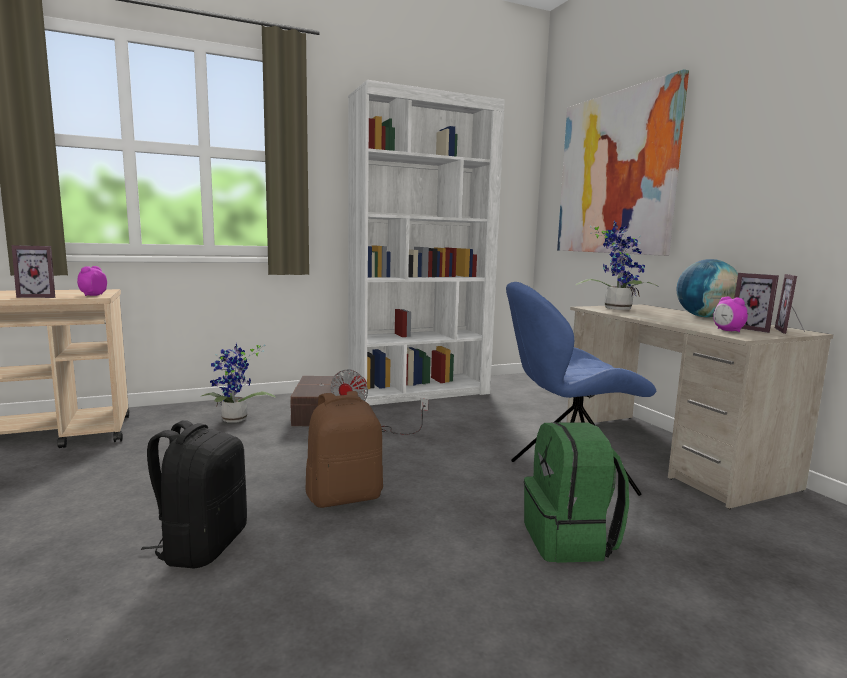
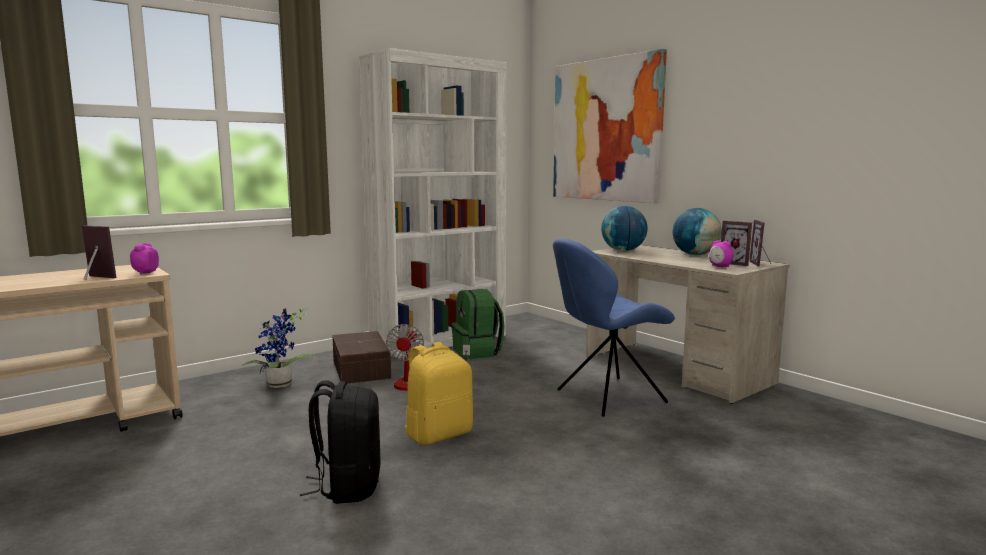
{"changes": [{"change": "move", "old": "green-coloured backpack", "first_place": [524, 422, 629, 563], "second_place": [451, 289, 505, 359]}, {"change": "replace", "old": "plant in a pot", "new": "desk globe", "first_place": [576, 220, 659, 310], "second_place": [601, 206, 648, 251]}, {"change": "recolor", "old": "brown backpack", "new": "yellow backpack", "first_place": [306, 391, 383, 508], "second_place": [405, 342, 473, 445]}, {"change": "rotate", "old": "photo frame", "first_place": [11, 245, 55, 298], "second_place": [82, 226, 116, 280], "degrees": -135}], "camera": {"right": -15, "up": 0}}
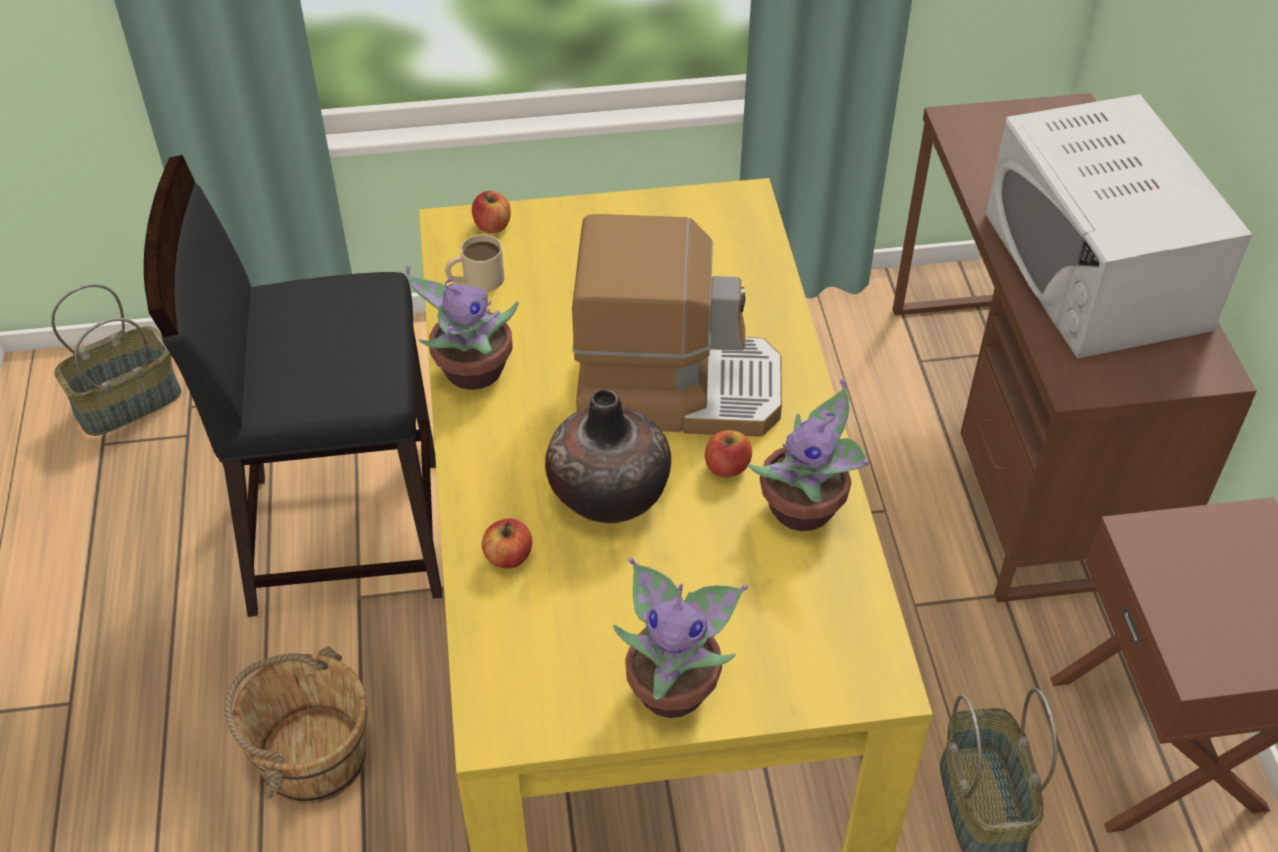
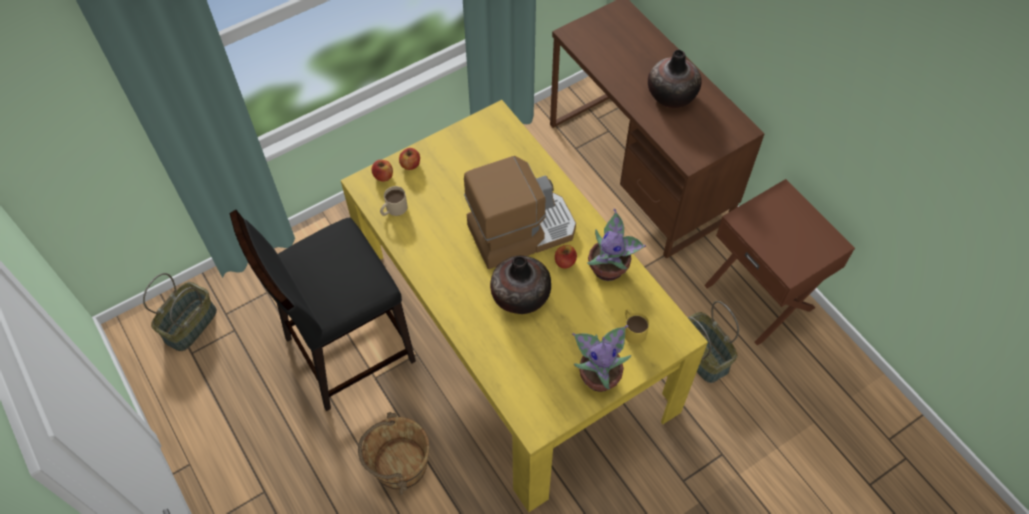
{"changes": [{"change": "delete", "old": "plant in a pot", "first_place": [406, 265, 519, 390]}, {"change": "insert", "new": "yellow tea mug", "second_place": [625, 309, 649, 344]}, {"change": "move", "old": "apple fruit", "first_place": [482, 518, 532, 568], "second_place": [399, 148, 420, 170]}, {"change": "replace", "old": "white-coloured kitchen microwave", "new": "decorative vase", "first_place": [986, 94, 1252, 358], "second_place": [648, 50, 702, 108]}], "camera": {"right": -25, "up": 10}}
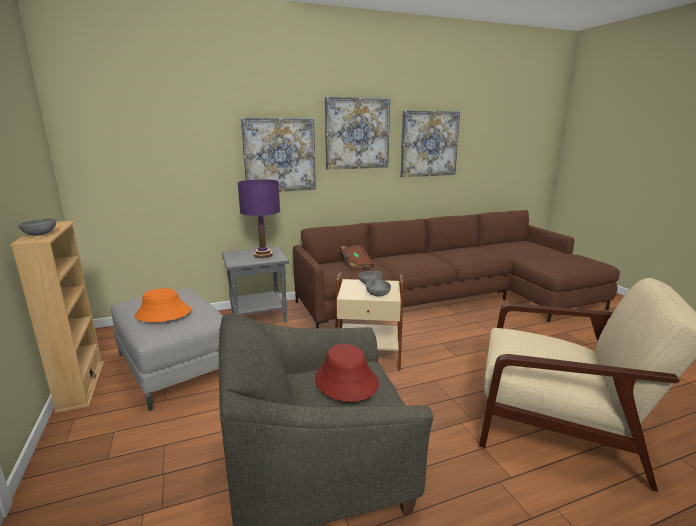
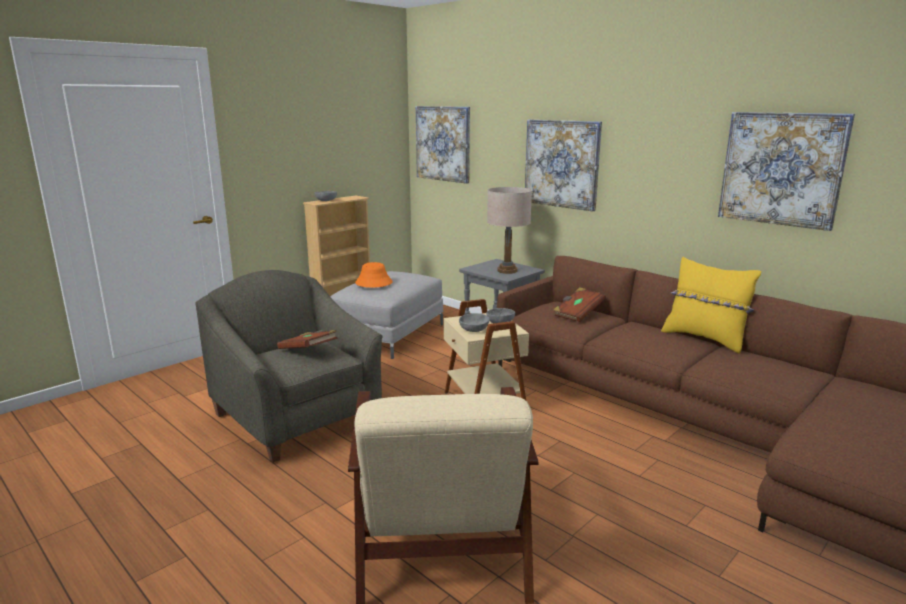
{"changes": [{"change": "insert", "new": "yellow throw pillow", "second_place": [661, 257, 761, 354]}, {"change": "move", "old": "picture", "first_place": [325, 97, 390, 170], "second_place": [416, 106, 470, 184]}, {"change": "replace", "old": "reddish clothing hat", "new": "brown bound book", "first_place": [315, 344, 379, 402], "second_place": [277, 330, 338, 349]}, {"change": "recolor", "old": "purple-coloured lamp for a table", "new": "beige-coloured lamp for a table", "first_place": [237, 179, 280, 258], "second_place": [487, 187, 532, 274]}], "camera": {"right": 65, "up": 0}}
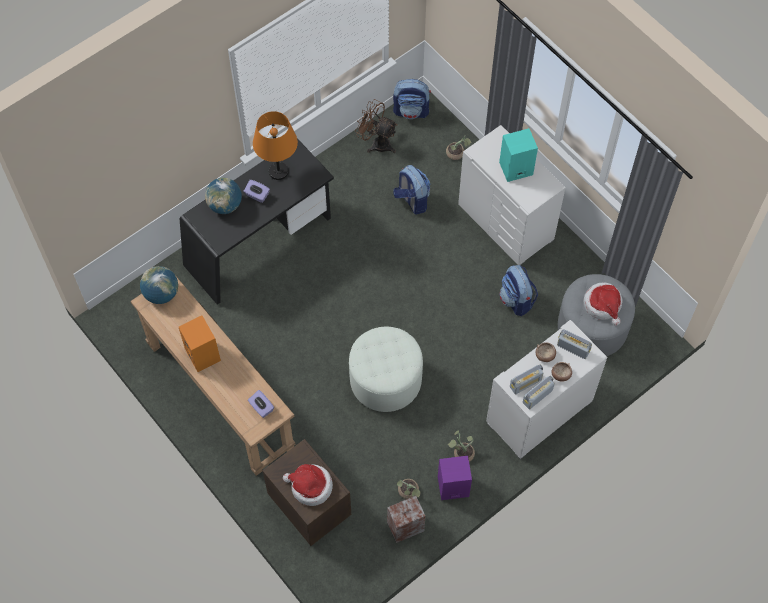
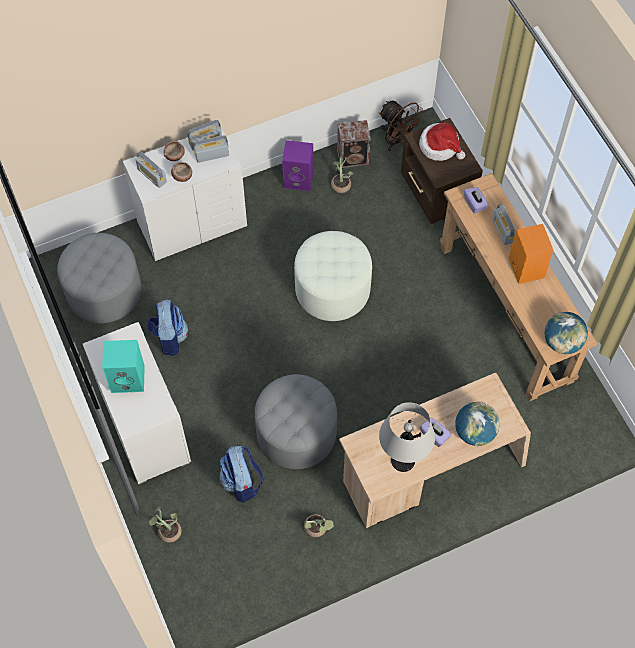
{"changes": [{"change": "delete", "old": "backpack", "first_place": [393, 79, 431, 119]}, {"change": "delete", "old": "clothing hat", "first_place": [583, 283, 622, 326]}, {"change": "insert", "new": "gray footrest", "second_place": [255, 374, 337, 469]}, {"change": "insert", "new": "radio set", "second_place": [492, 204, 516, 245]}, {"change": "move", "old": "brown electric fan", "first_place": [355, 99, 397, 153], "second_place": [379, 101, 425, 151]}, {"change": "move", "old": "plant in a pot", "first_place": [448, 431, 475, 462], "second_place": [304, 514, 334, 537]}, {"change": "recolor", "old": "black desk table", "new": "beige-coloured desk table", "first_place": [180, 138, 334, 304], "second_place": [339, 373, 531, 528]}, {"change": "recolor", "old": "orangey lamp for a table", "new": "gray lamp for a table", "first_place": [253, 111, 298, 180], "second_place": [379, 402, 435, 472]}], "camera": {"right": -165, "up": 0}}
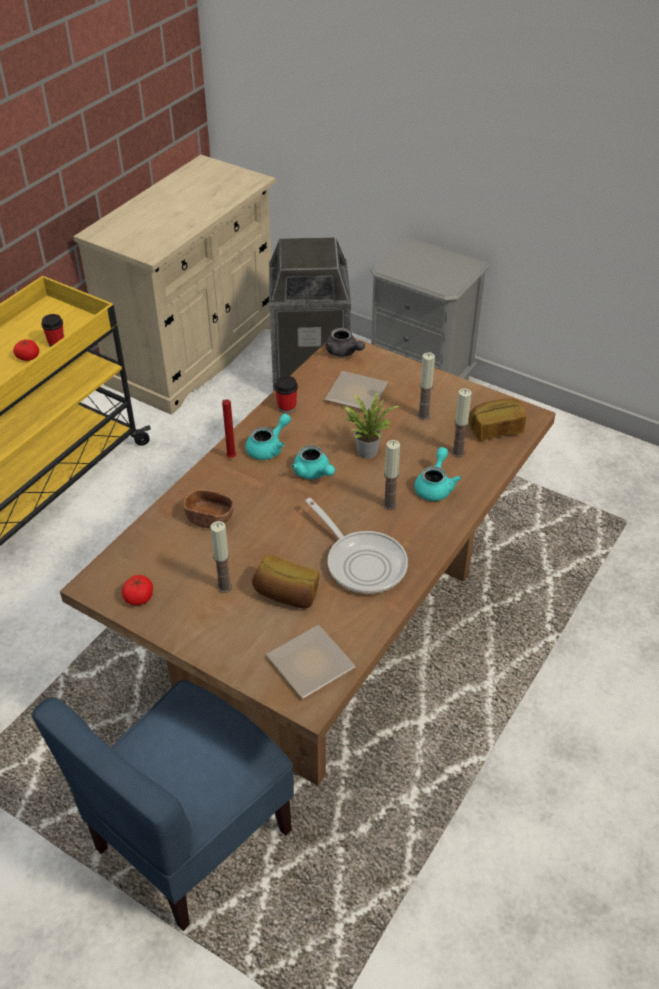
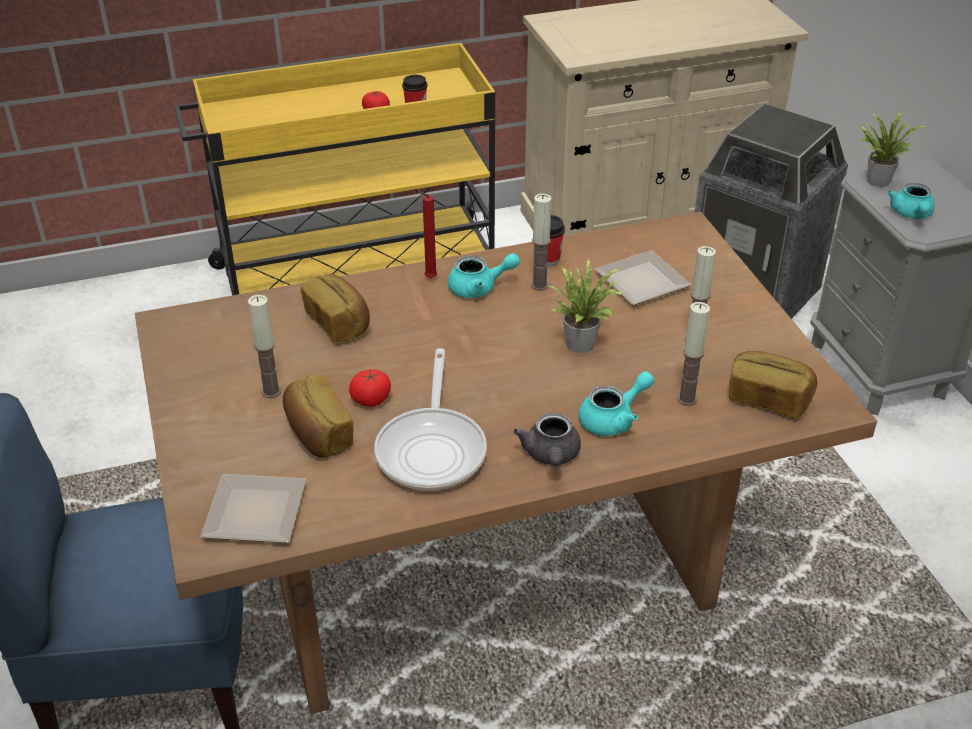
{"changes": [{"change": "insert", "new": "plant in a pot", "second_place": [860, 112, 926, 187]}, {"change": "move", "old": "tomato", "first_place": [122, 575, 153, 605], "second_place": [349, 369, 391, 407]}, {"change": "move", "old": "blue-green tea pot", "first_place": [291, 445, 335, 479], "second_place": [887, 183, 935, 219]}, {"change": "move", "old": "gray tea pot", "first_place": [326, 328, 365, 357], "second_place": [513, 413, 581, 466]}, {"change": "move", "old": "wax candle", "first_place": [383, 440, 400, 510], "second_place": [531, 194, 551, 291]}, {"change": "replace", "old": "brown deep dish", "new": "baked bread", "first_place": [183, 489, 234, 528], "second_place": [301, 274, 370, 342]}], "camera": {"right": 40, "up": -5}}
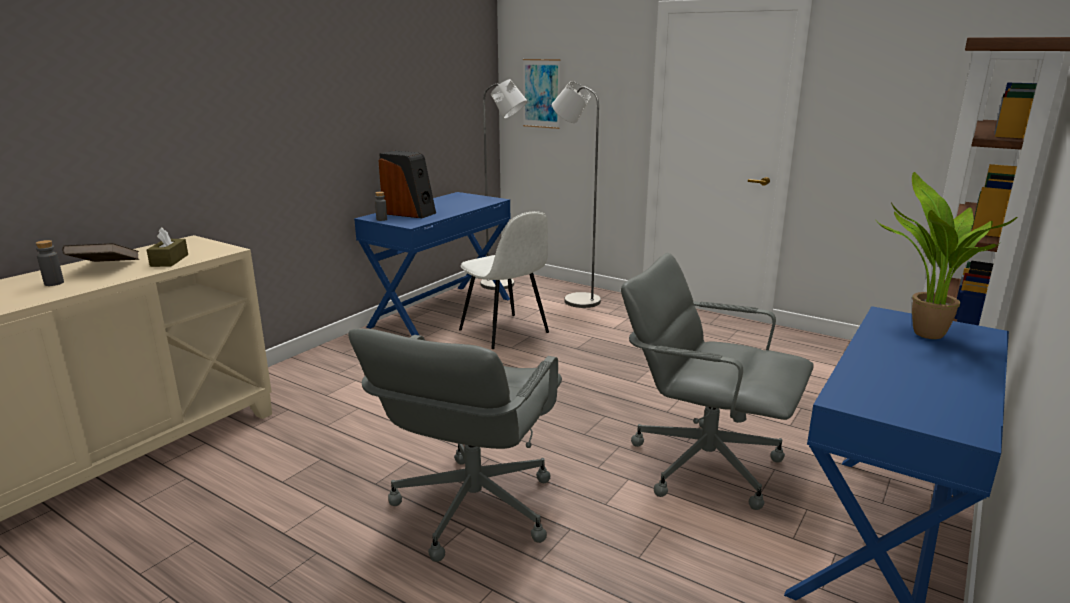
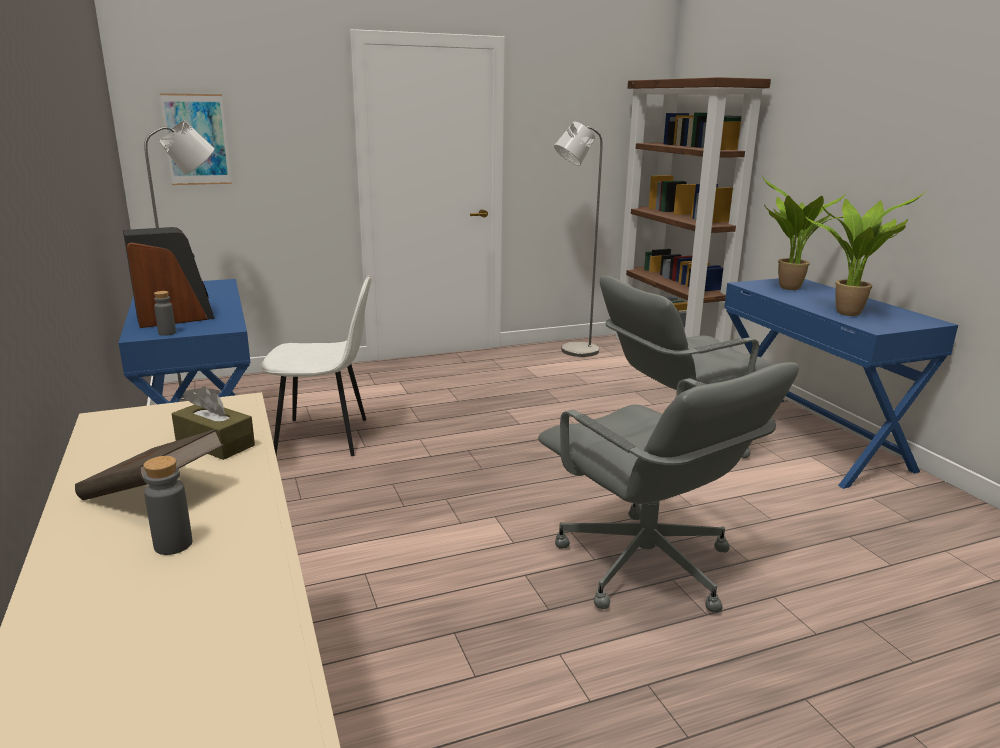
{"changes": [{"change": "insert", "new": "plant in a pot", "second_place": [805, 191, 926, 316]}, {"change": "move", "old": "gray standing lamp", "first_place": [552, 81, 601, 308], "second_place": [554, 122, 603, 357]}], "camera": {"right": -55, "up": 0}}
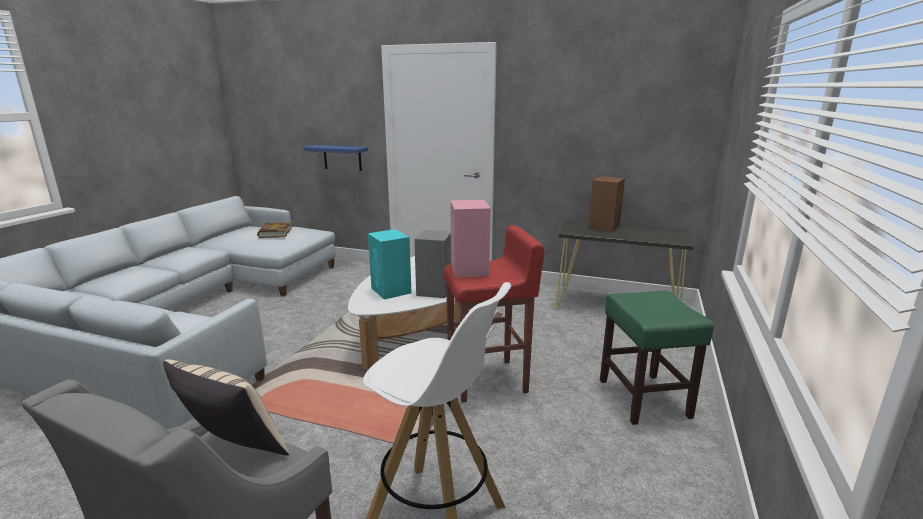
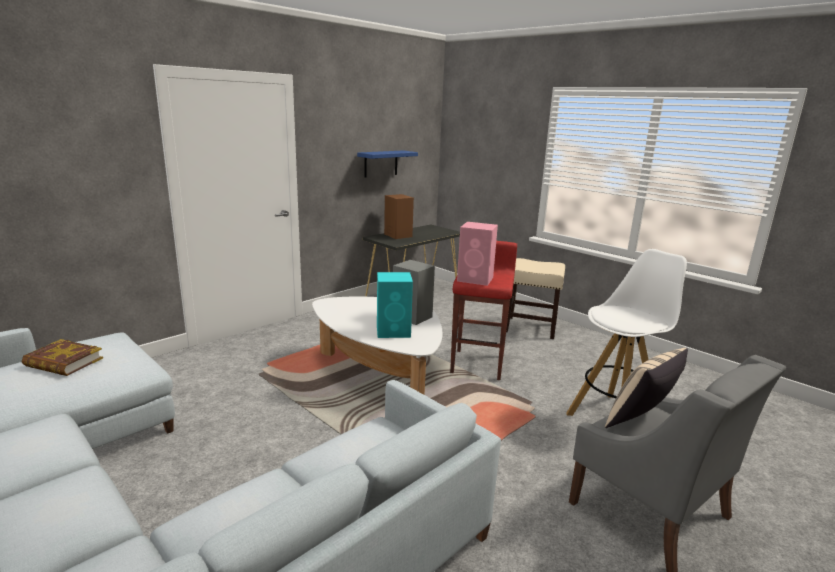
{"changes": [{"change": "move", "old": "blue-coloured bracket shelf", "first_place": [303, 145, 368, 171], "second_place": [357, 150, 418, 178]}, {"change": "recolor", "old": "green-coloured stool", "new": "beige-coloured stool", "first_place": [600, 290, 714, 425], "second_place": [506, 258, 565, 339]}], "camera": {"right": -65, "up": 0}}
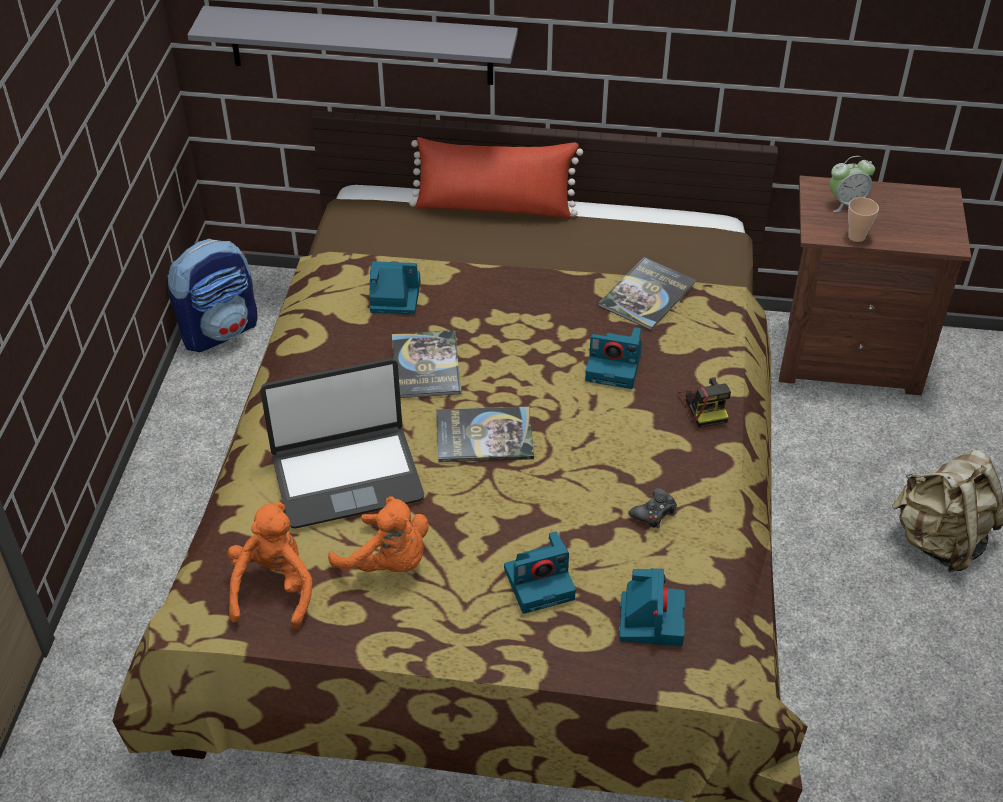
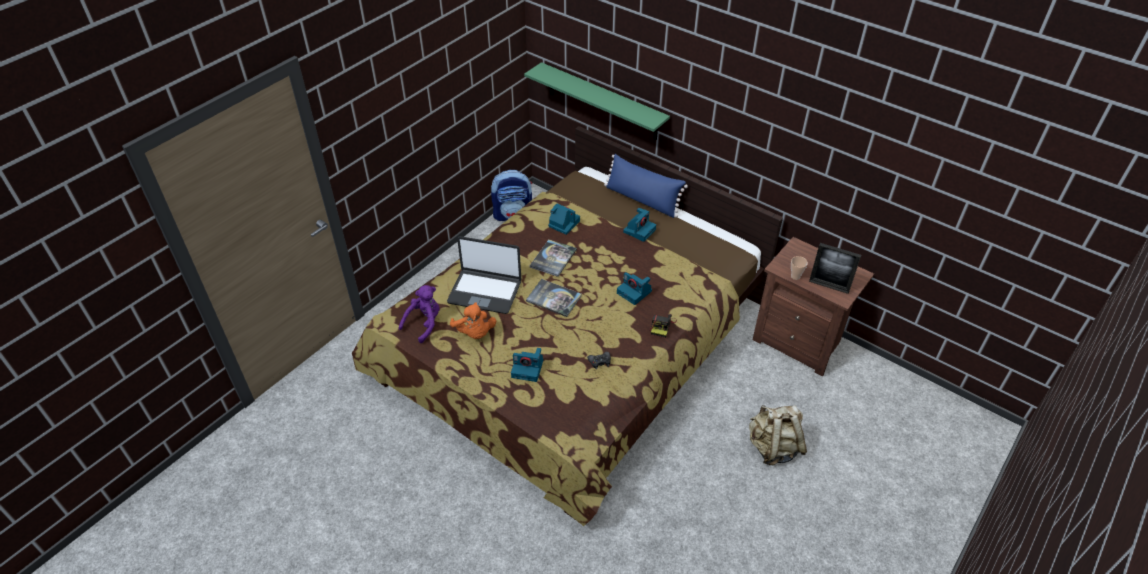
{"changes": [{"change": "delete", "old": "bound book", "first_place": [599, 257, 696, 330]}, {"change": "delete", "old": "table clock", "first_place": [830, 156, 875, 212]}, {"change": "insert", "new": "photo frame", "second_place": [809, 243, 861, 294]}, {"change": "move", "old": "still camera", "first_place": [619, 568, 685, 646], "second_place": [623, 208, 656, 242]}, {"change": "recolor", "old": "gray bracket shelf", "new": "green-coloured bracket shelf", "first_place": [187, 6, 518, 85], "second_place": [524, 62, 670, 140]}, {"change": "recolor", "old": "orangey cuddly toy", "new": "purple-coloured cuddly toy", "first_place": [228, 502, 313, 630], "second_place": [399, 285, 440, 343]}, {"change": "recolor", "old": "reddish throw pillow", "new": "blue-coloured throw pillow", "first_place": [409, 137, 583, 219], "second_place": [604, 154, 688, 218]}], "camera": {"right": 30, "up": 0}}
